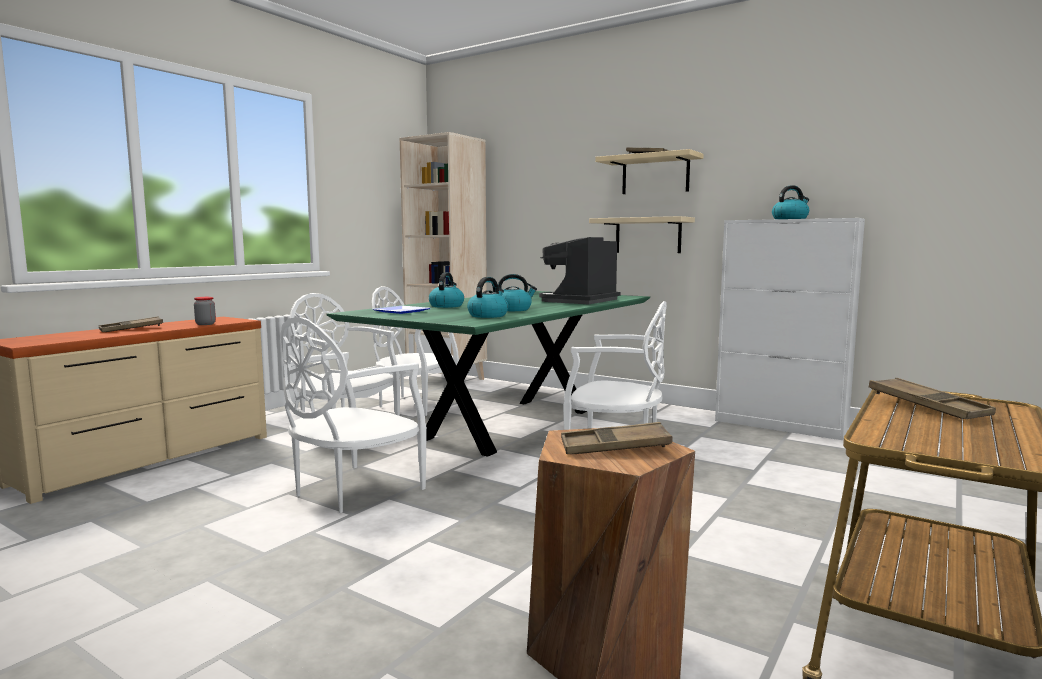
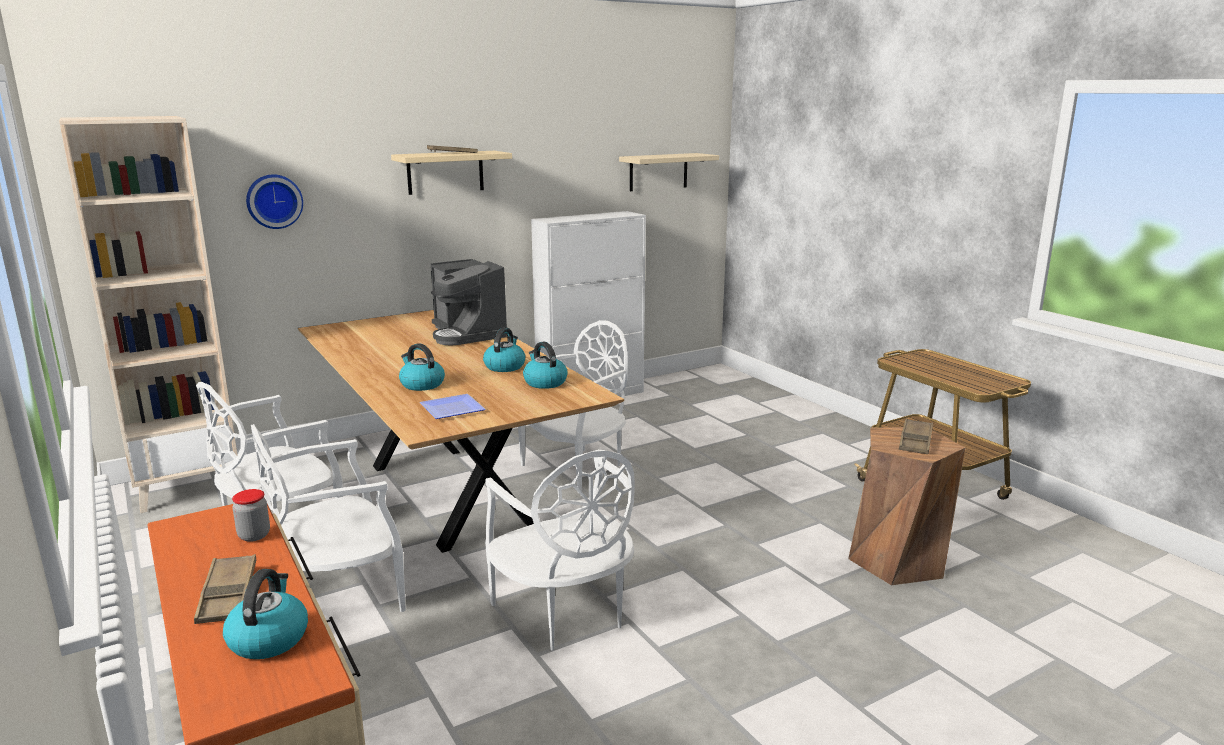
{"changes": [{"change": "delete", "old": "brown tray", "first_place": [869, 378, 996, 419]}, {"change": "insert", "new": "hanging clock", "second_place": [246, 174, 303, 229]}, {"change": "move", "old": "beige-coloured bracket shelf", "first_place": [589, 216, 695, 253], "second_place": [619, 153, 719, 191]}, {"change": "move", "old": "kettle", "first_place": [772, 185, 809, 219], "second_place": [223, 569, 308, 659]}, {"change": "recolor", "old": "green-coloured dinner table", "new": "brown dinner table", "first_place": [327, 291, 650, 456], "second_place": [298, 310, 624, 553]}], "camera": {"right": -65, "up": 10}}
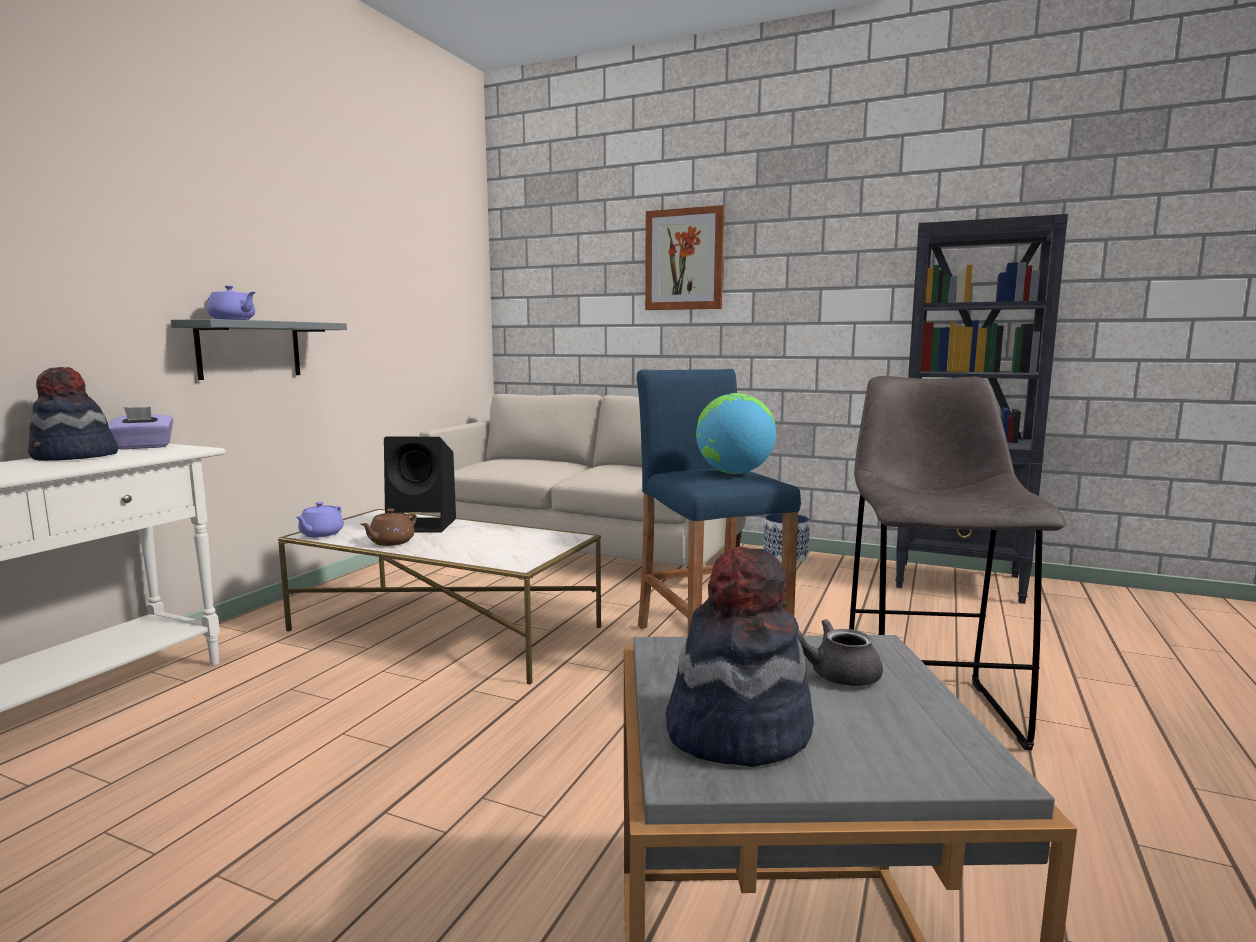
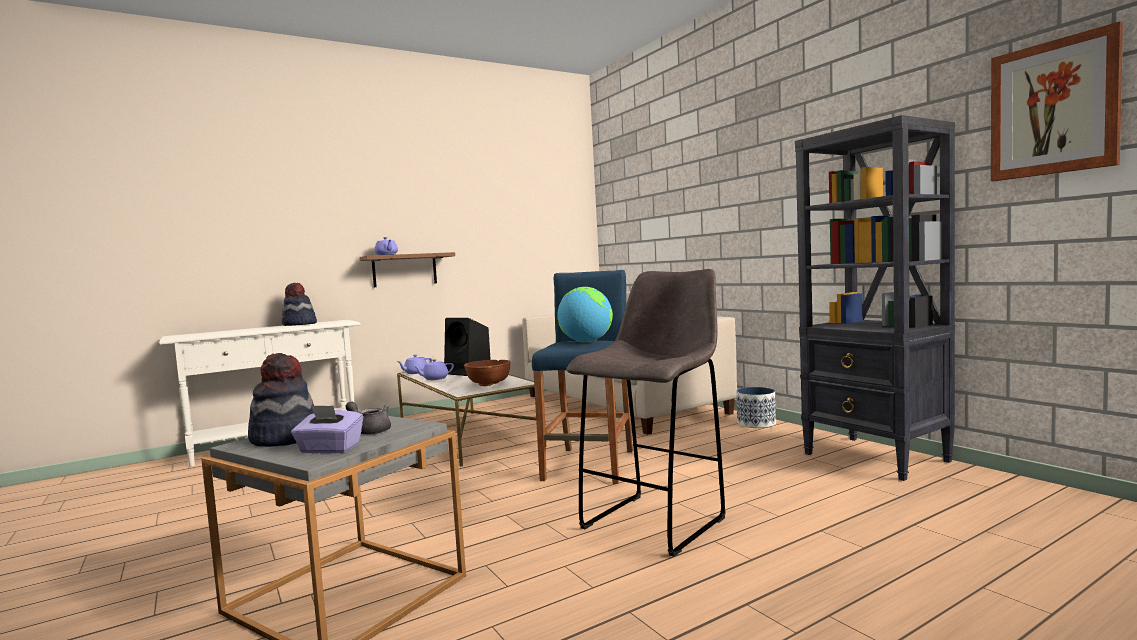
{"changes": [{"change": "insert", "new": "brown deep dish", "second_place": [464, 360, 511, 386]}, {"change": "move", "old": "purple-coloured tissue box", "first_place": [108, 407, 173, 449], "second_place": [291, 405, 363, 453]}, {"change": "move", "old": "picture", "first_place": [645, 205, 724, 310], "second_place": [991, 22, 1123, 181]}, {"change": "recolor", "old": "gray bracket shelf", "new": "brown bracket shelf", "first_place": [171, 319, 347, 380], "second_place": [359, 252, 455, 287]}, {"change": "recolor", "old": "brown tea pot", "new": "purple-coloured tea pot", "first_place": [360, 509, 417, 546], "second_place": [414, 359, 454, 380]}], "camera": {"right": 35, "up": -5}}
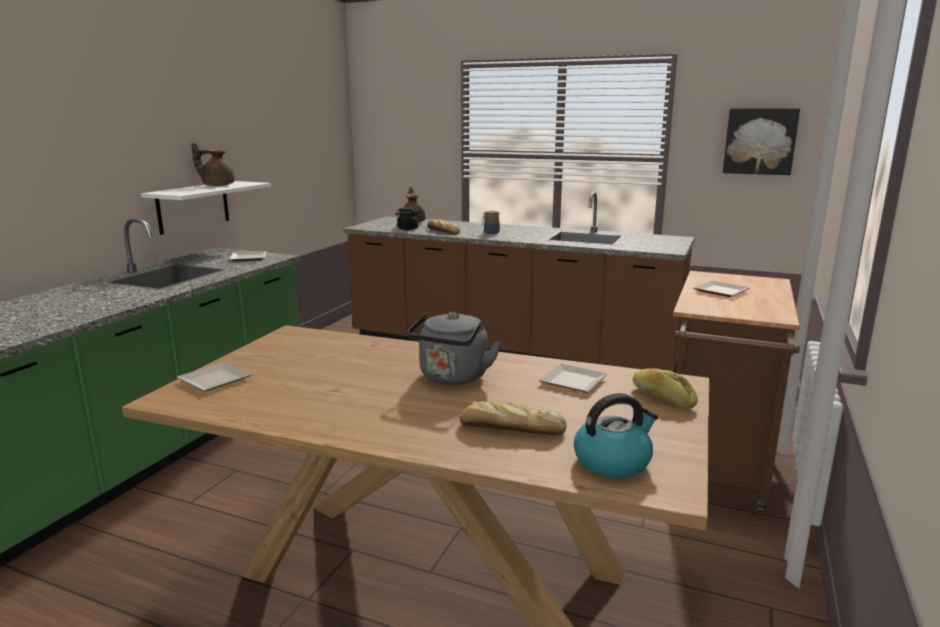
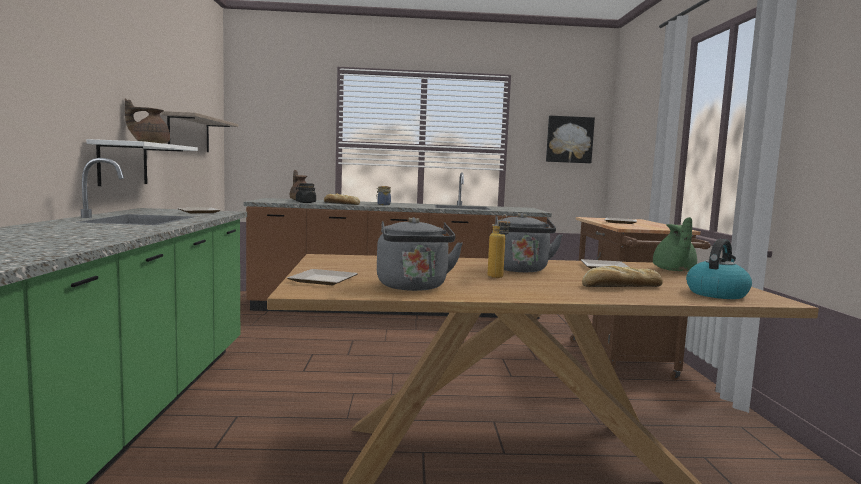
{"changes": [{"change": "insert", "new": "bracket shelf", "second_place": [161, 111, 239, 152]}, {"change": "insert", "new": "gray kettle", "second_place": [377, 217, 463, 291]}, {"change": "insert", "new": "drink bottle", "second_place": [487, 214, 511, 278]}, {"change": "replace", "old": "baked bread", "new": "green-coloured tea pot", "first_place": [633, 368, 697, 408], "second_place": [653, 217, 697, 271]}], "camera": {"right": -25, "up": -10}}
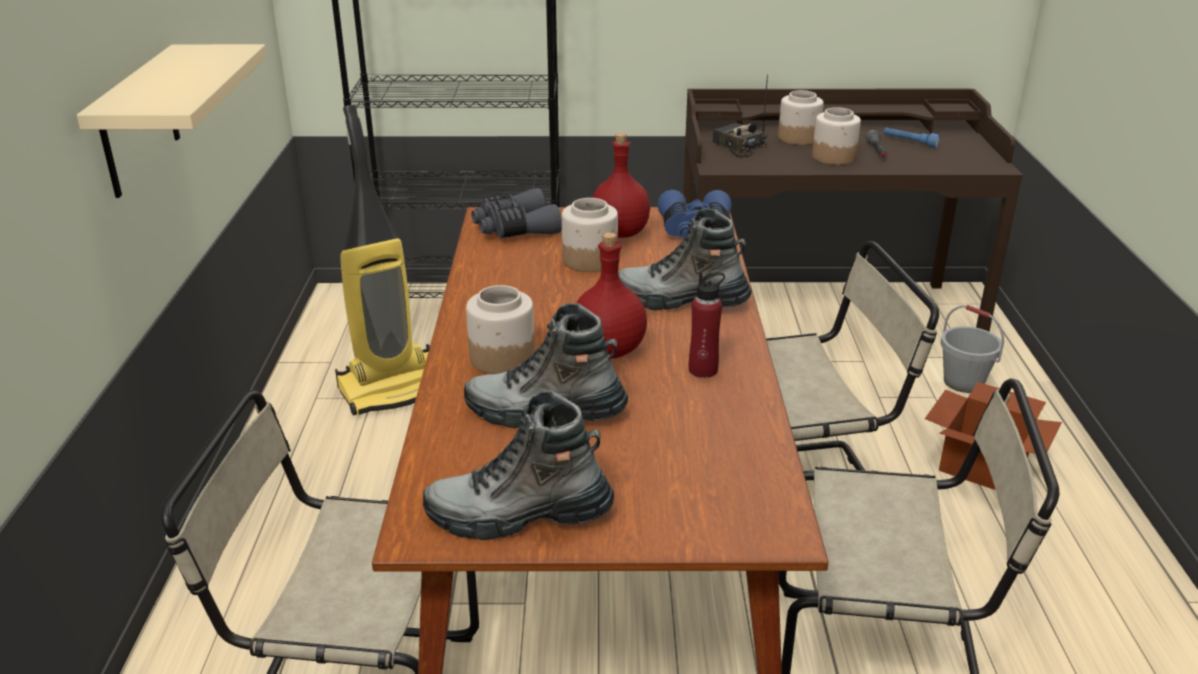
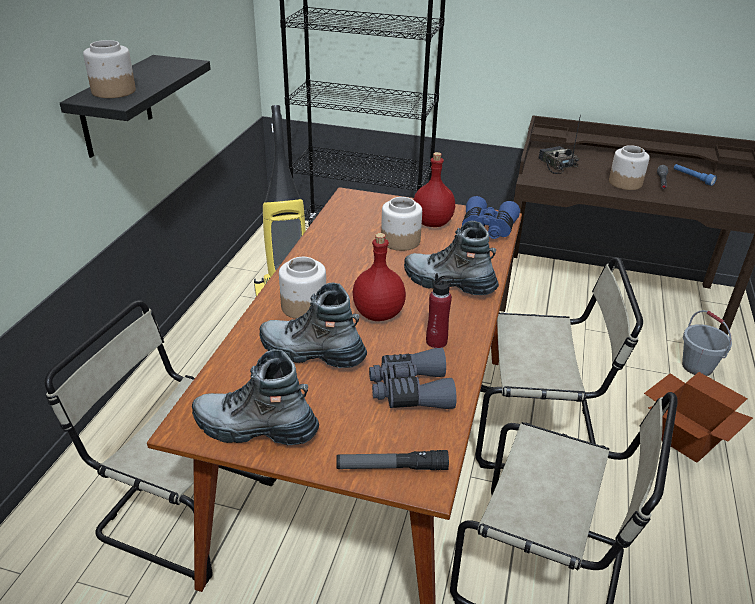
{"changes": [{"change": "insert", "new": "hand torch", "second_place": [337, 450, 449, 470]}, {"change": "move", "old": "gray field glasses", "first_place": [472, 188, 562, 238], "second_place": [369, 348, 457, 409]}, {"change": "move", "old": "jar", "first_place": [778, 90, 824, 145], "second_place": [83, 40, 136, 98]}, {"change": "recolor", "old": "beige-coloured bracket shelf", "new": "black bracket shelf", "first_place": [77, 44, 267, 198], "second_place": [60, 55, 211, 158]}], "camera": {"right": 15, "up": 5}}
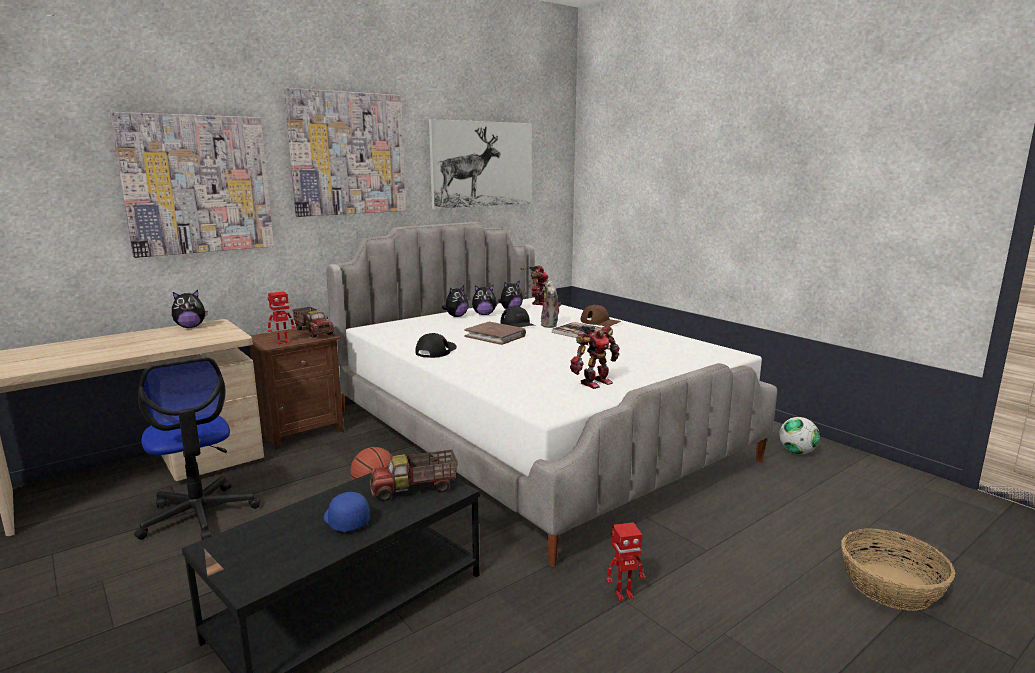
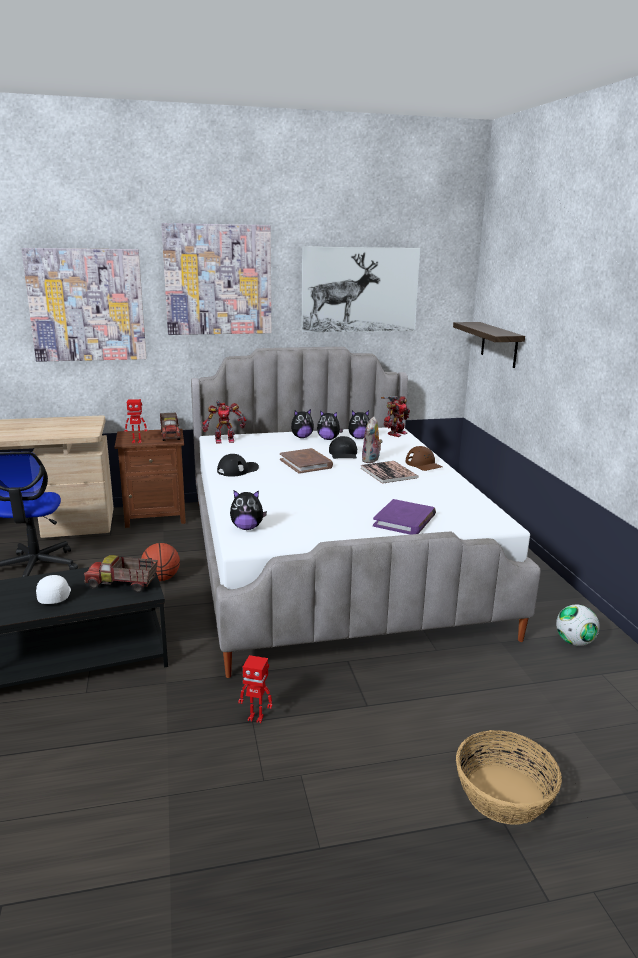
{"changes": [{"change": "insert", "new": "purple-coloured bound book", "second_place": [373, 499, 436, 535]}, {"change": "insert", "new": "bracket shelf", "second_place": [453, 322, 525, 368]}, {"change": "move", "old": "cuddly toy", "first_place": [172, 290, 208, 328], "second_place": [230, 490, 267, 530]}, {"change": "move", "old": "toy robot", "first_place": [570, 325, 620, 389], "second_place": [202, 400, 246, 443]}, {"change": "recolor", "old": "blue-coloured peaked cap", "new": "white-coloured peaked cap", "first_place": [324, 492, 370, 532], "second_place": [36, 575, 71, 604]}], "camera": {"right": 25, "up": 5}}
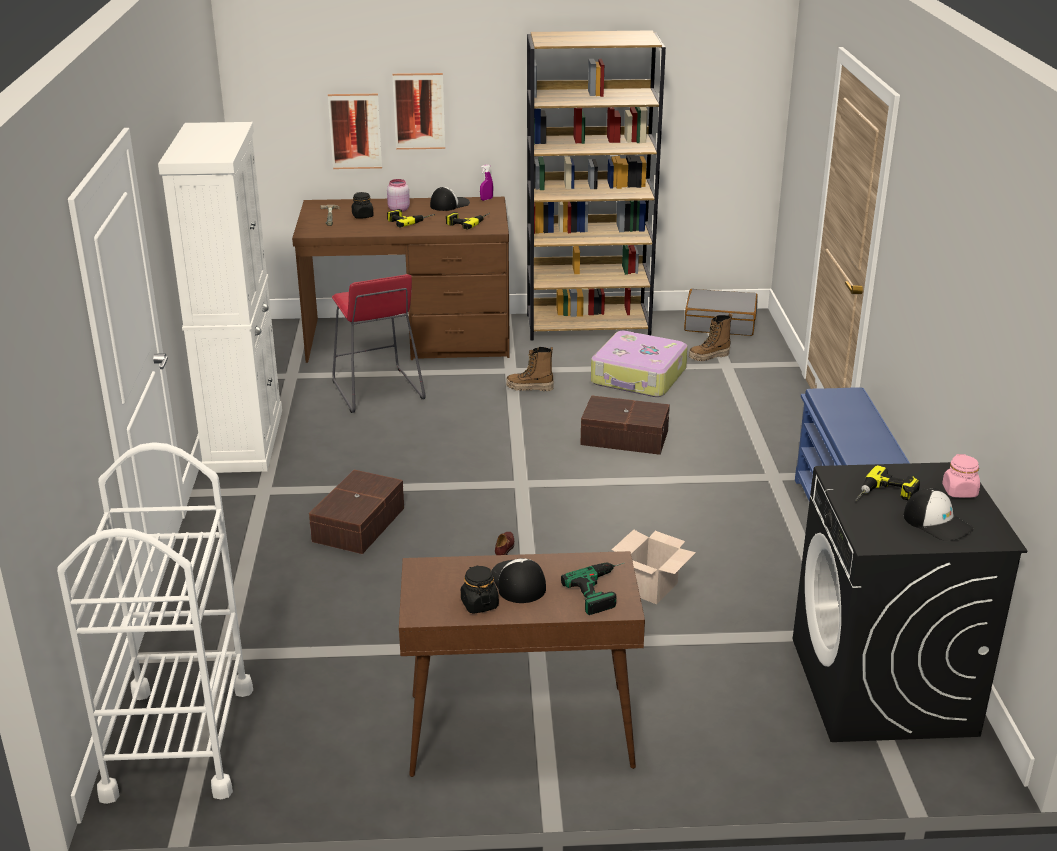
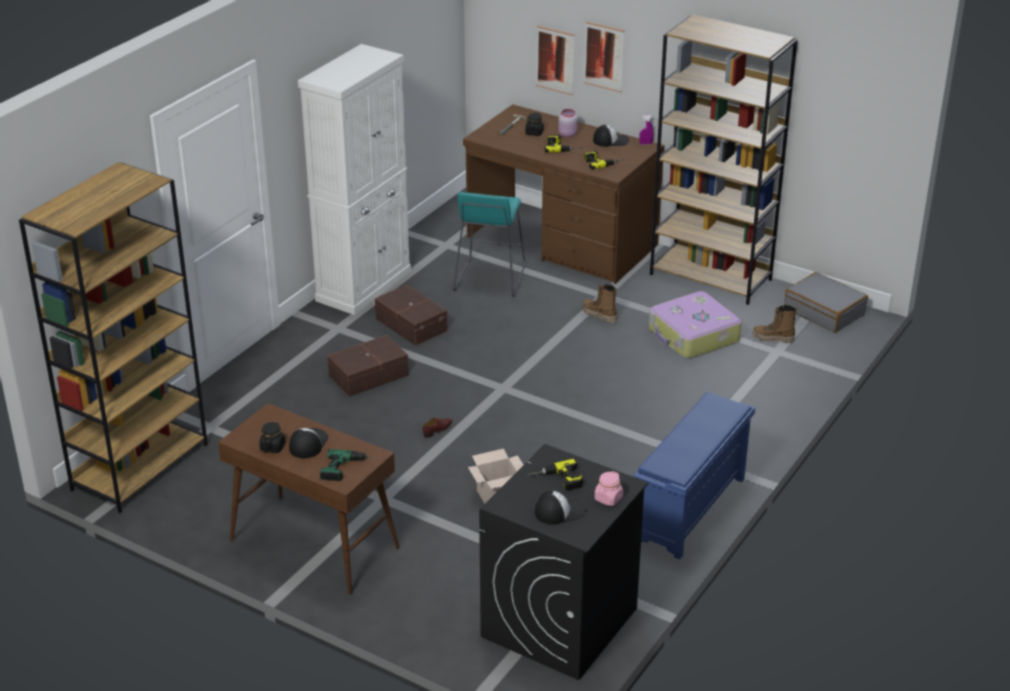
{"changes": [{"change": "move", "old": "brown storage box", "first_place": [580, 395, 670, 455], "second_place": [375, 284, 448, 346]}, {"change": "replace", "old": "white-coloured cart", "new": "brown bookshelf", "first_place": [57, 442, 253, 804], "second_place": [19, 162, 208, 513]}, {"change": "recolor", "old": "reddish stool", "new": "blue-green stool", "first_place": [332, 274, 425, 413], "second_place": [453, 192, 526, 297]}, {"change": "rotate", "old": "peaked cap", "first_place": [904, 488, 974, 541], "second_place": [535, 491, 586, 525], "degrees": -105}], "camera": {"right": 35, "up": 5}}
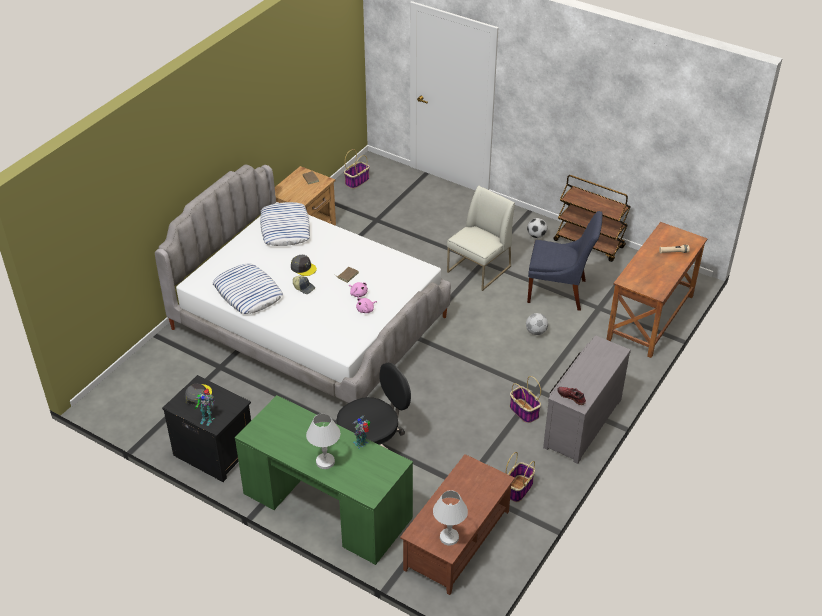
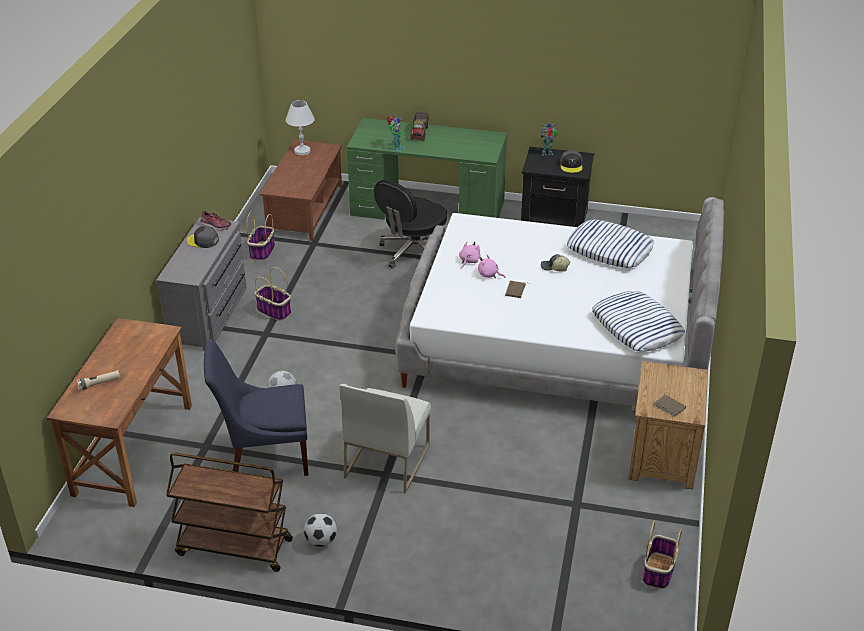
{"changes": [{"change": "move", "old": "gray peaked cap", "first_place": [291, 255, 317, 276], "second_place": [187, 226, 219, 248]}, {"change": "replace", "old": "white-coloured lamp for a table", "new": "model truck", "first_place": [306, 413, 340, 469], "second_place": [410, 112, 429, 140]}], "camera": {"right": 160, "up": -5}}
